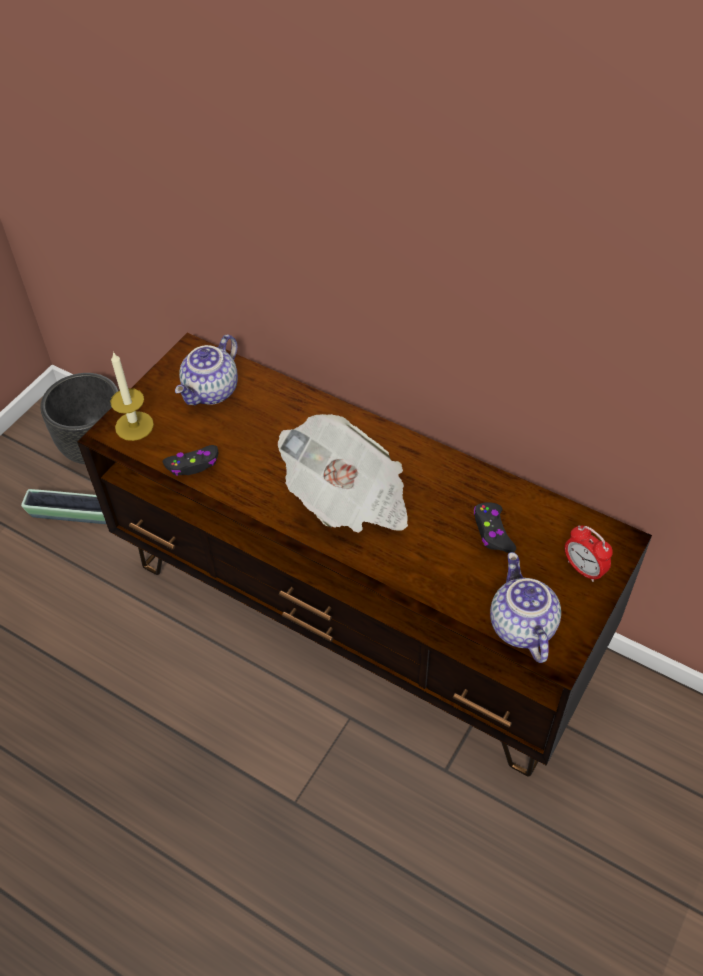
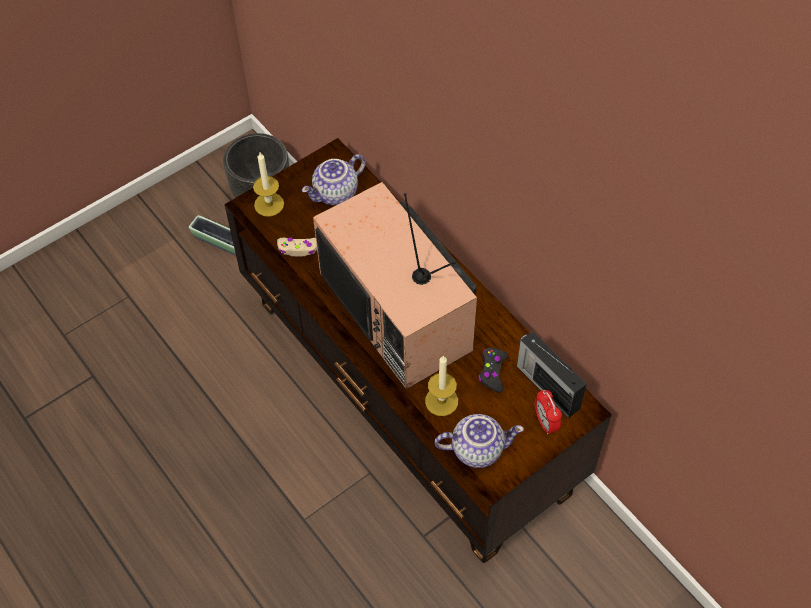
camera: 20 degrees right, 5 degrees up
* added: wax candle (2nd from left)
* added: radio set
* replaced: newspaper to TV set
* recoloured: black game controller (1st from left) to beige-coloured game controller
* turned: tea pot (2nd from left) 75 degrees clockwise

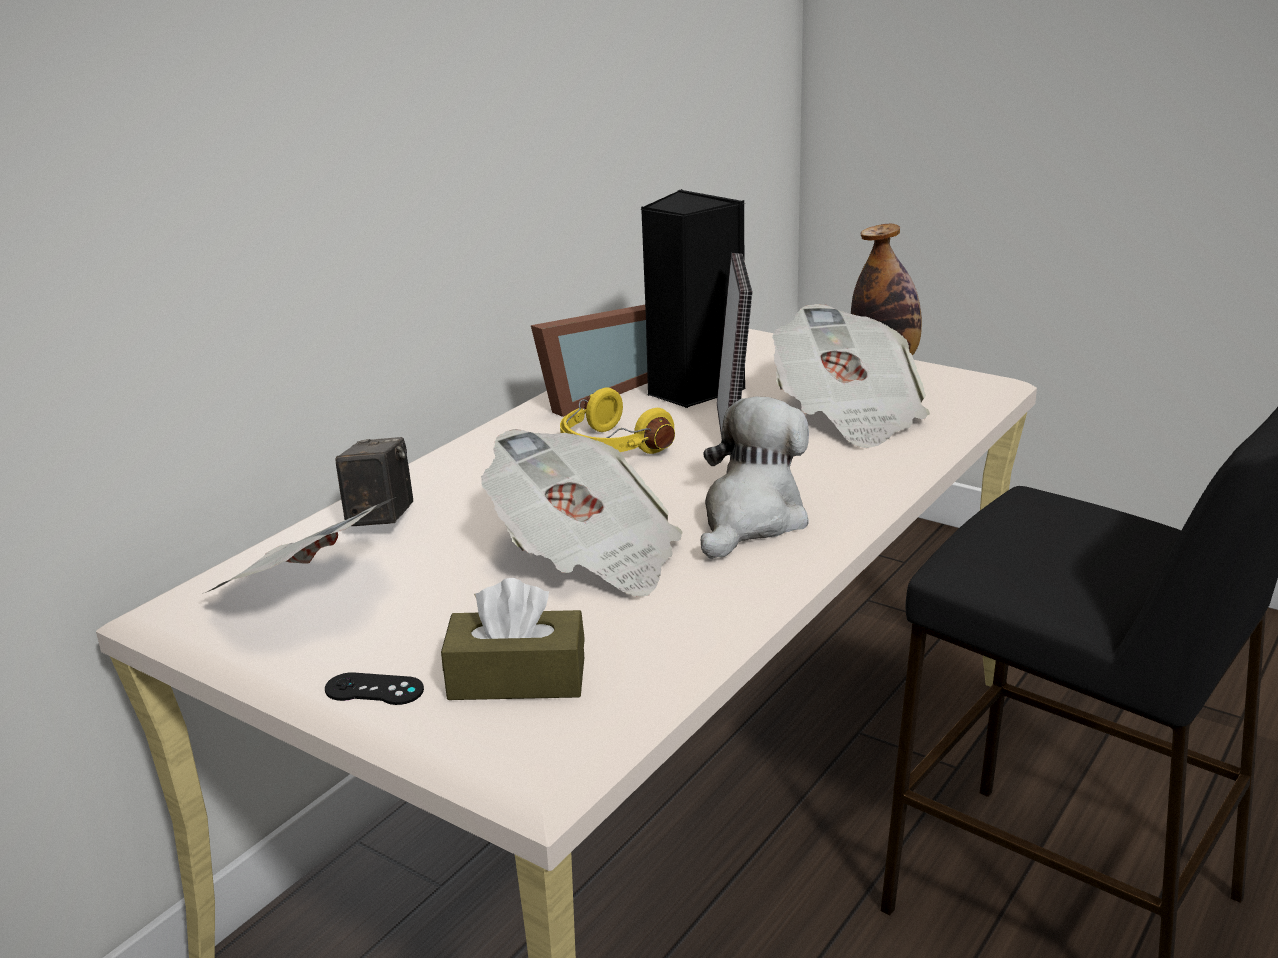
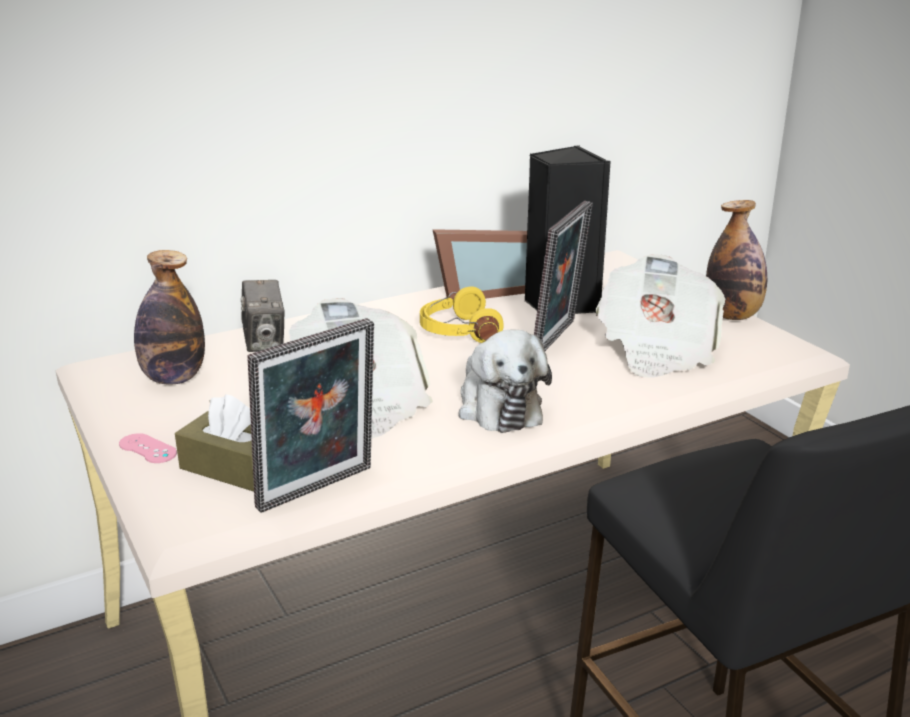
camera: 25 degrees right, 0 degrees up
* added: standing frame (1st from left)
* replaced: newspaper (1st from left) to drink bottle (1st from left)
* recoloured: black game controller to pinkish game controller
* turned: still camera 135 degrees clockwise
* turned: cuddly toy 105 degrees clockwise

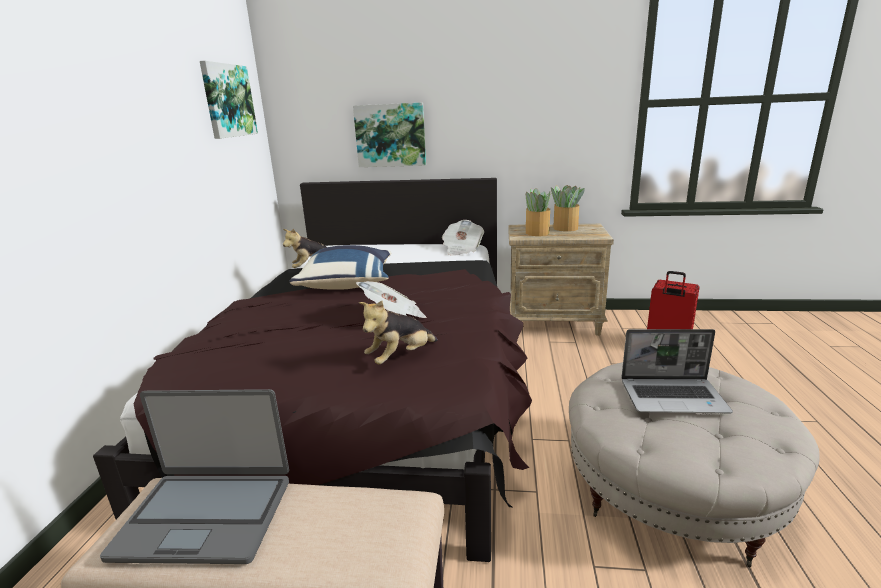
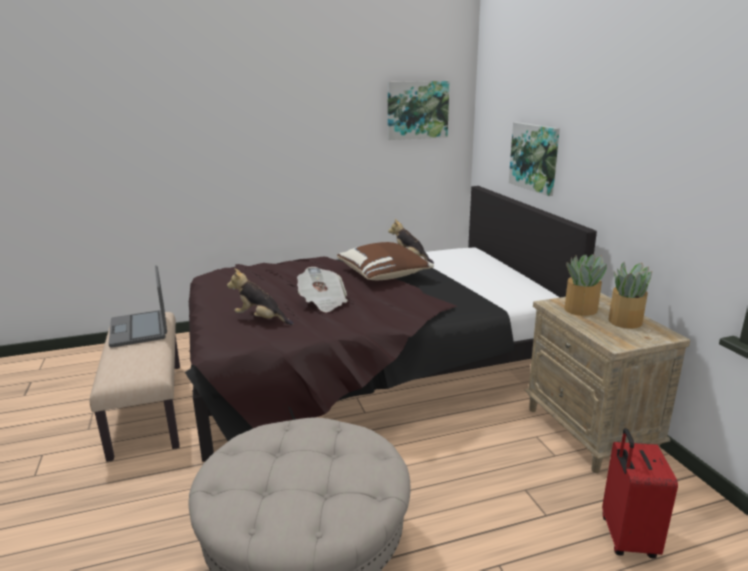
camera: 65 degrees right, 0 degrees up
* removed: newspaper (2nd from left)
* removed: laptop (2nd from left)
* recoloured: blue-coloured pillow to brownish pillow

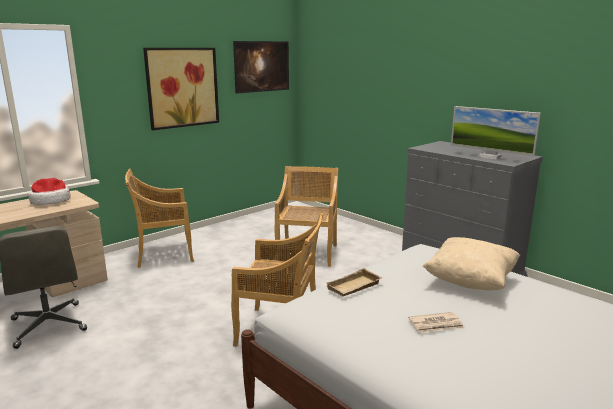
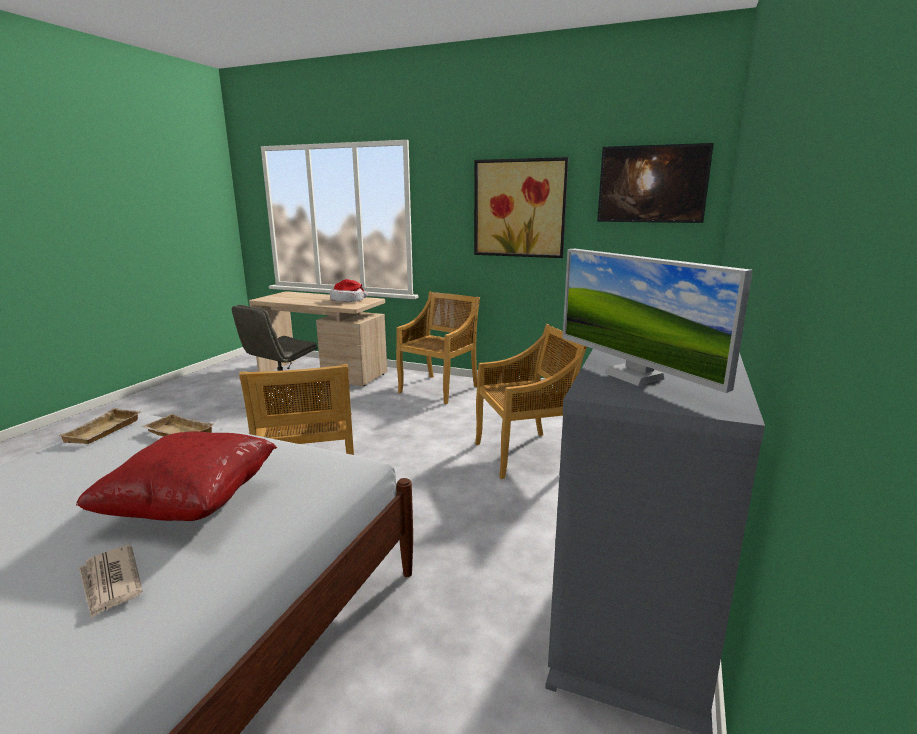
camera: 65 degrees right, 0 degrees up
* added: beige-coloured serving tray (1st from left)
* moved: newspaper
* recoloured: beige-coloured pillow to reddish pillow
* turned: beige-coloured plain chair (1st from left in the first image) 75 degrees clockwise
* turned: monitor 45 degrees counterclockwise

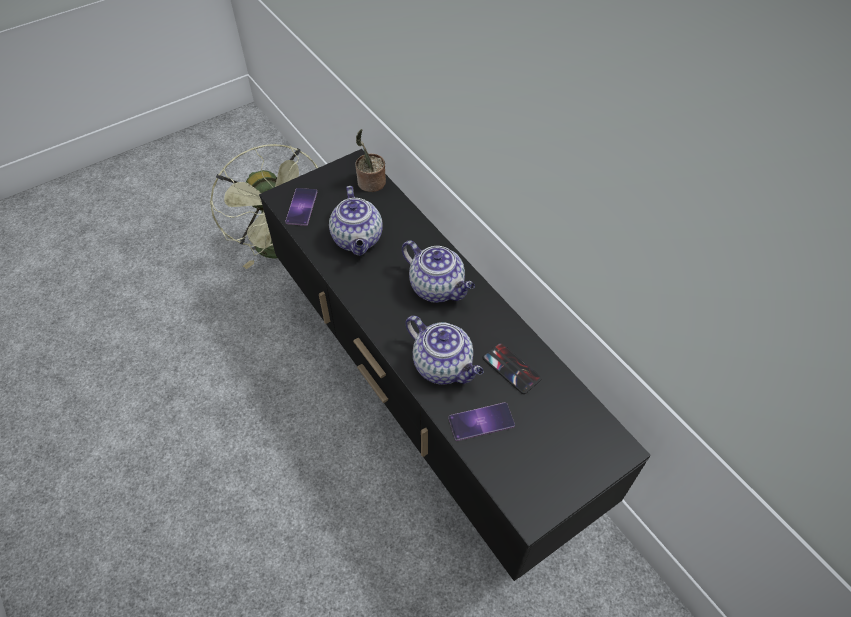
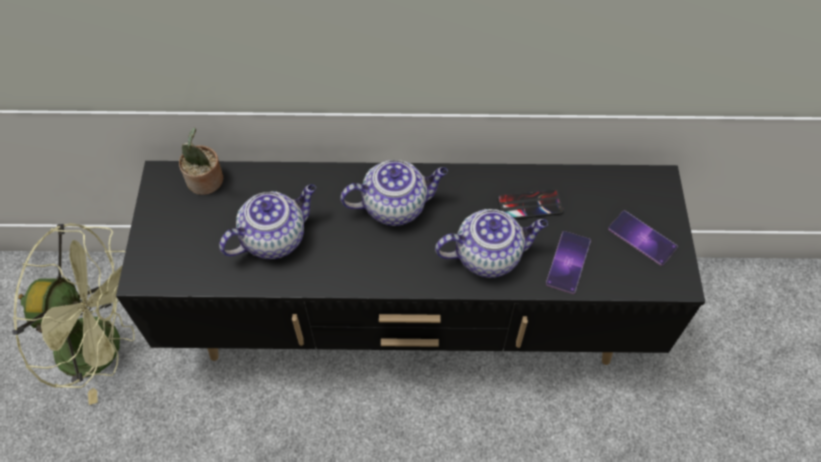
camera: 55 degrees left, 5 degrees up
* moved: phone (1st from left in the first image) to phone (3rd from left)
* turned: tea pot (1st from left) 60 degrees counterclockwise

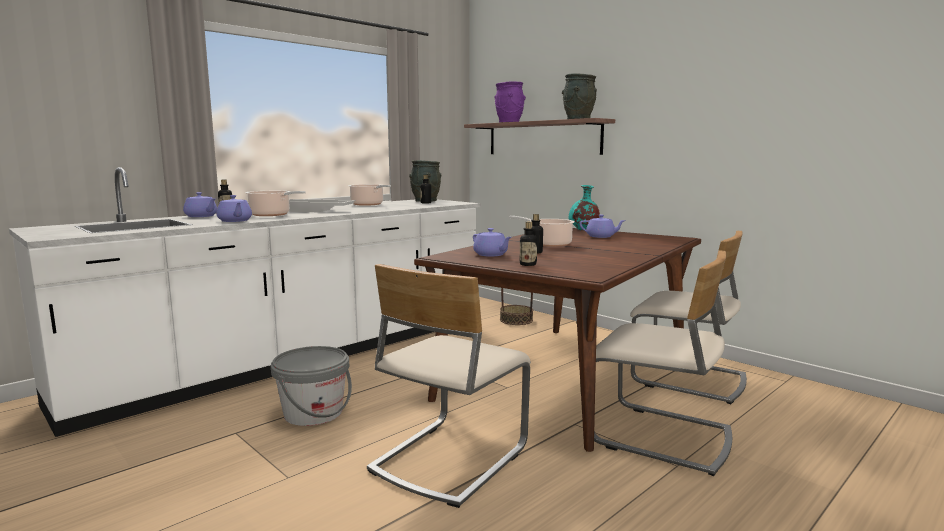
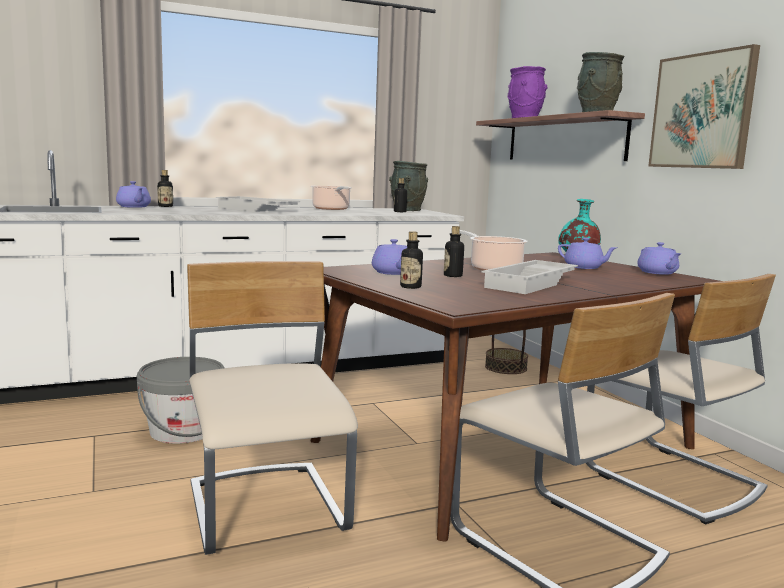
camera: 20 degrees right, 0 degrees up
* removed: cooking pot (1st from left)
* added: white serving tray (2nd from left)
* added: wall art
* moved: purple-coloured tea pot (2nd from left in the first image) to purple-coloured tea pot (4th from left)
* turned: beige-coloured plain chair (1st from left) 105 degrees clockwise

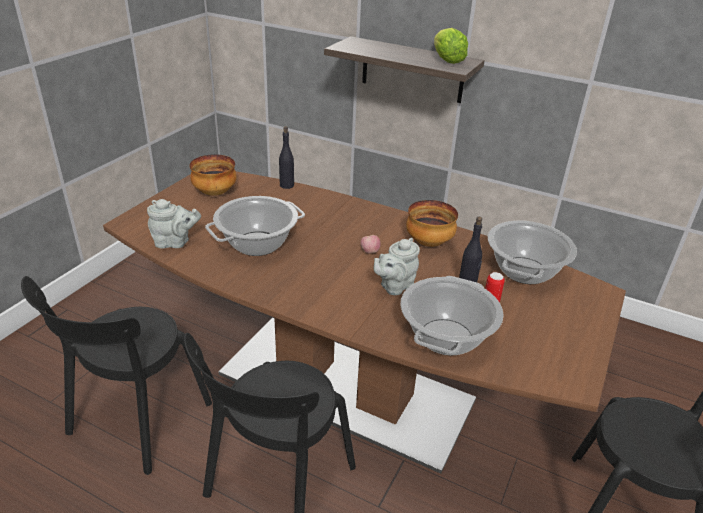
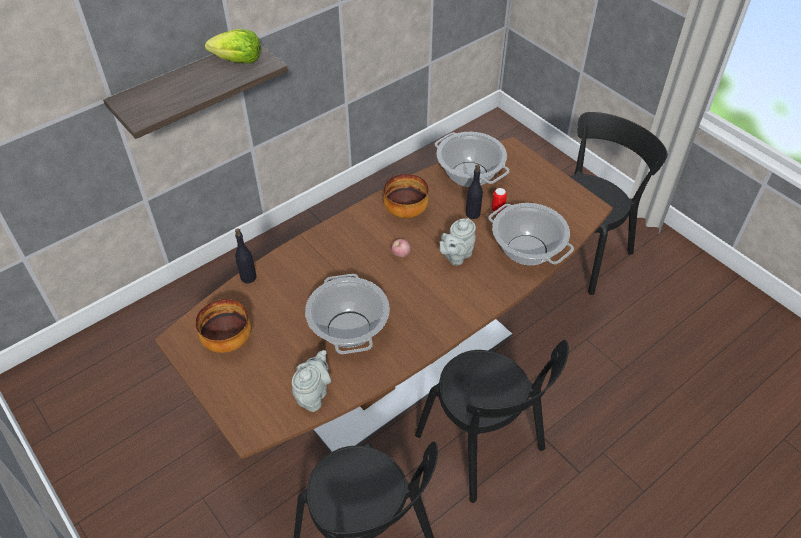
camera: 65 degrees left, 15 degrees up
* turned: gray tea pot (2nd from left) 60 degrees clockwise

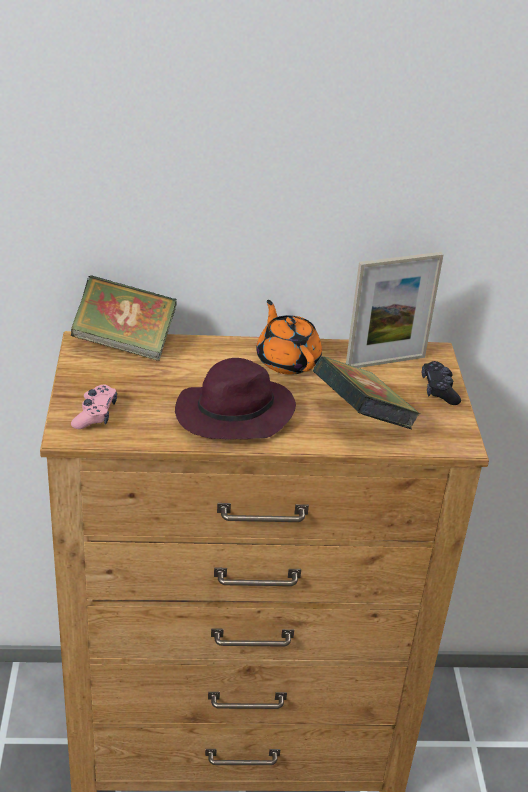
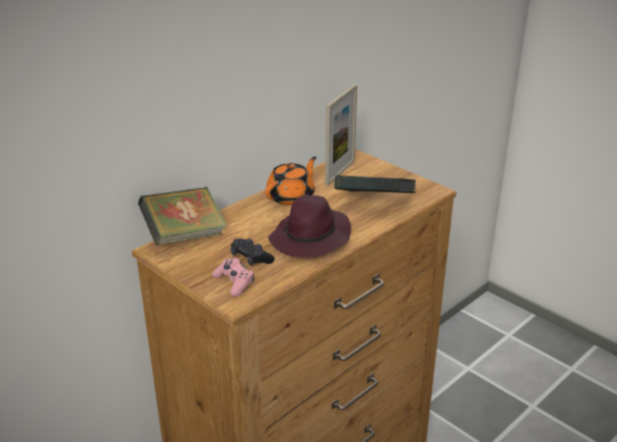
camera: 40 degrees left, 5 degrees down
* moved: black game controller
* turned: orangey tea pot 105 degrees clockwise

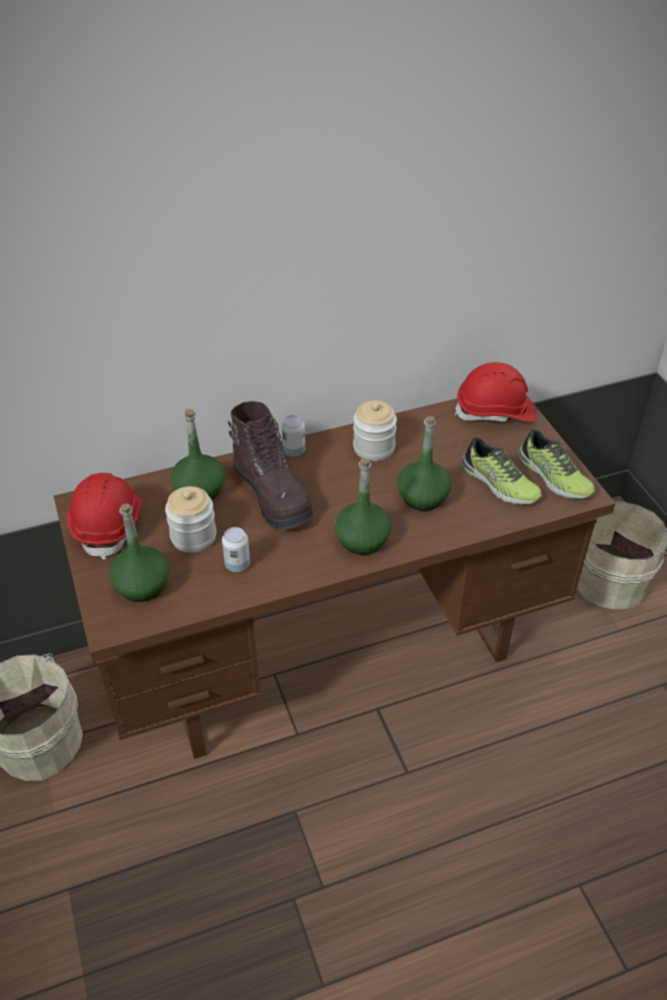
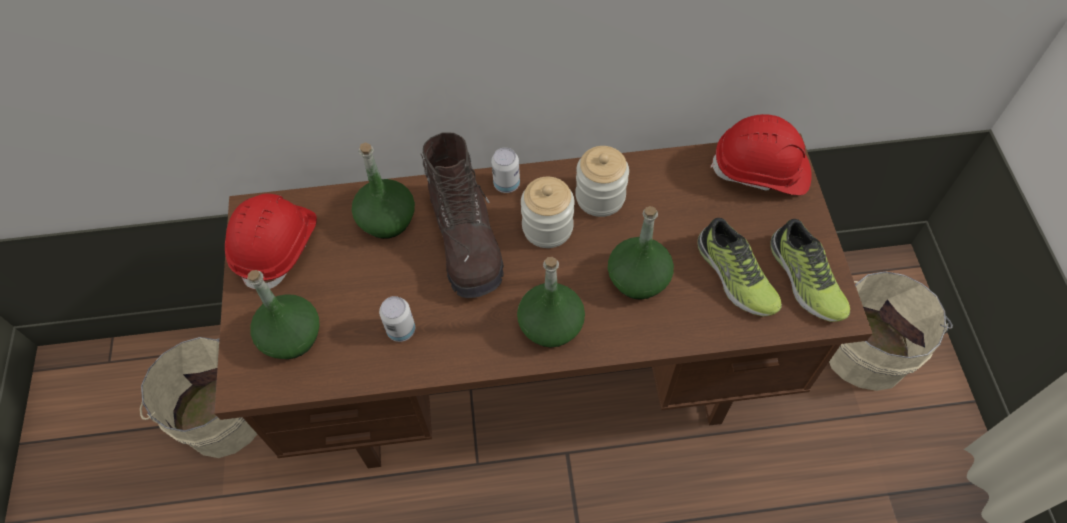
camera: 15 degrees right, 15 degrees up
* moved: storage jar (1st from left)

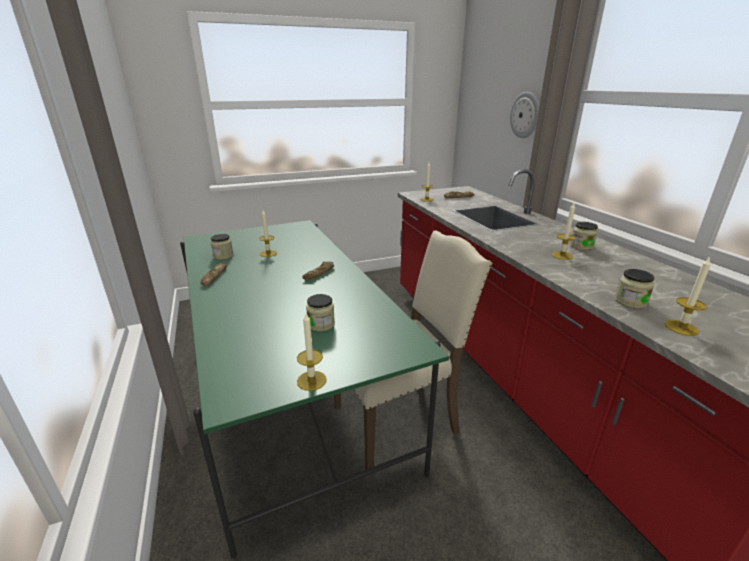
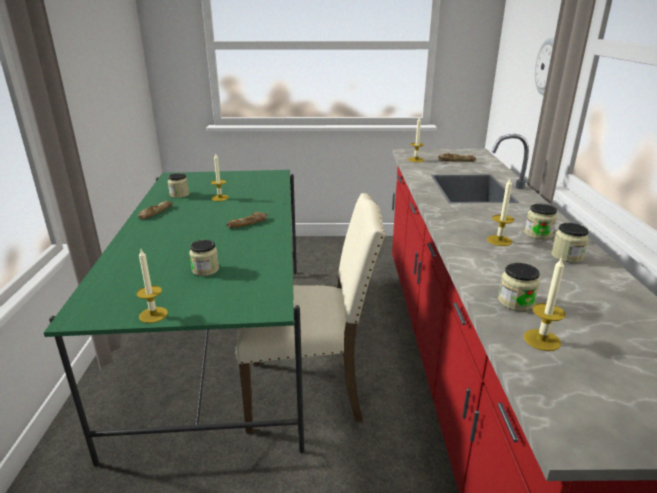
camera: 20 degrees right, 0 degrees up
* added: storage jar (5th from left)

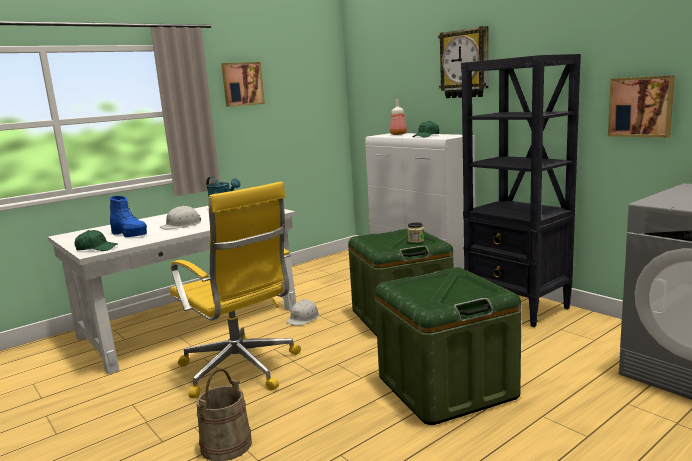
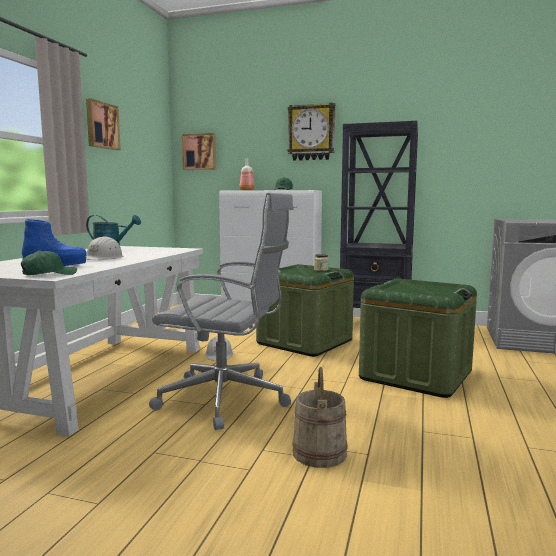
camera: 35 degrees left, 5 degrees down
* moved: wall art (2nd from left)
* recoloured: yellow-coloured desk chair to gray desk chair

